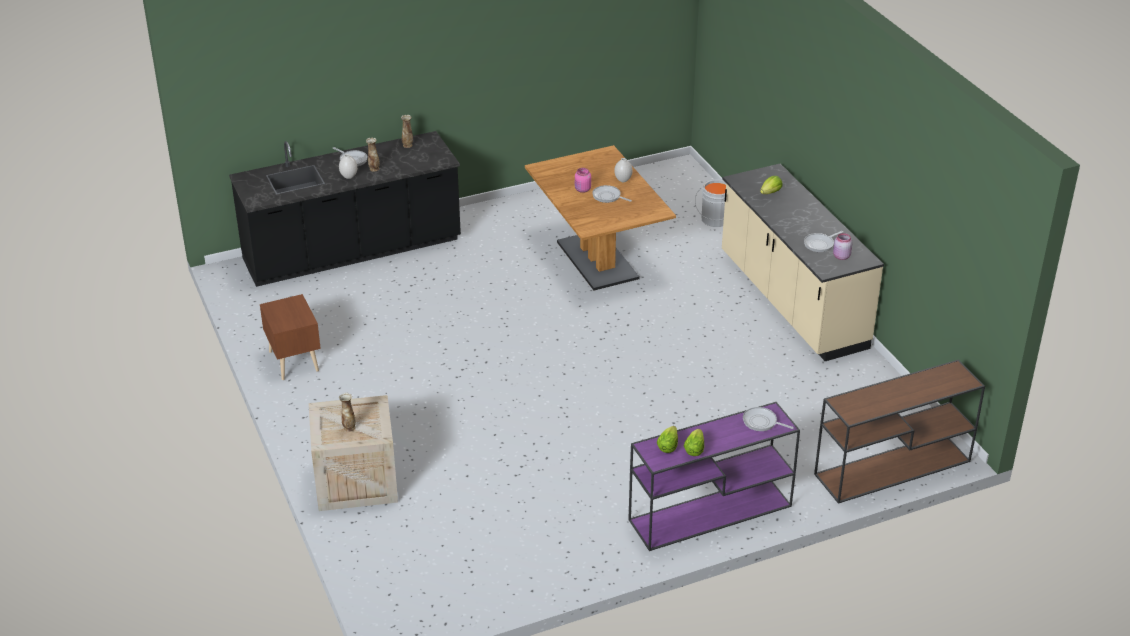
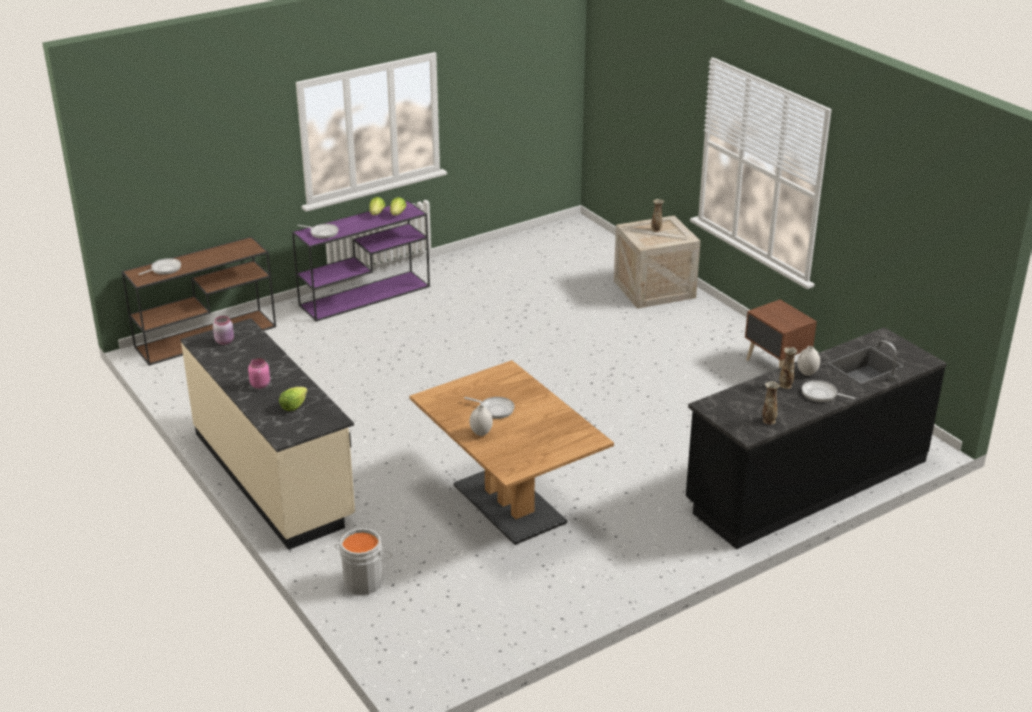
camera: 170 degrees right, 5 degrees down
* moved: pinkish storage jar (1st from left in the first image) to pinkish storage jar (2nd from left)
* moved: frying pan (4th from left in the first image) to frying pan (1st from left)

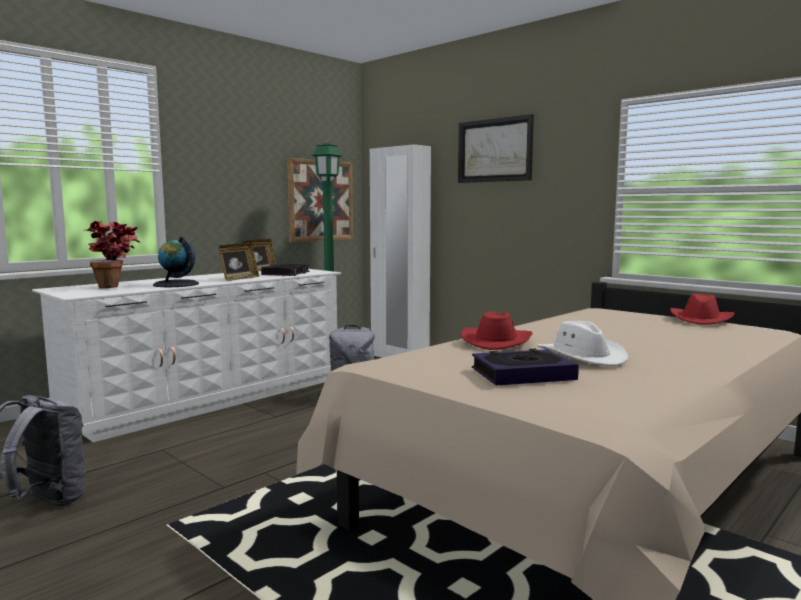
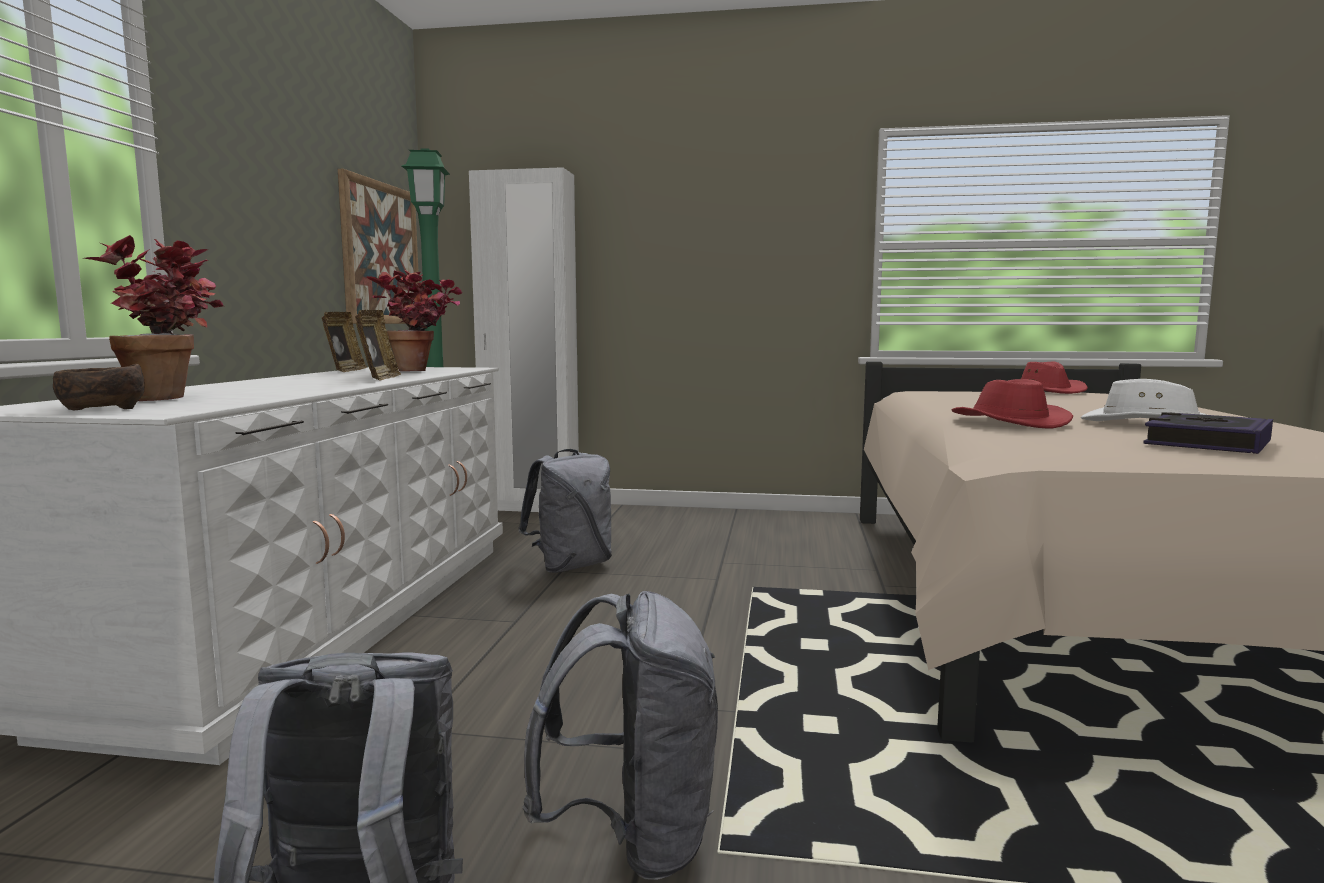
camera: 35 degrees left, 0 degrees up
* removed: globe
* removed: wall art (2nd from left)
* added: brownish deep dish
* added: gray knapsack (3rd from left)
* replaced: book (1st from left) to plant in a pot (2nd from left)

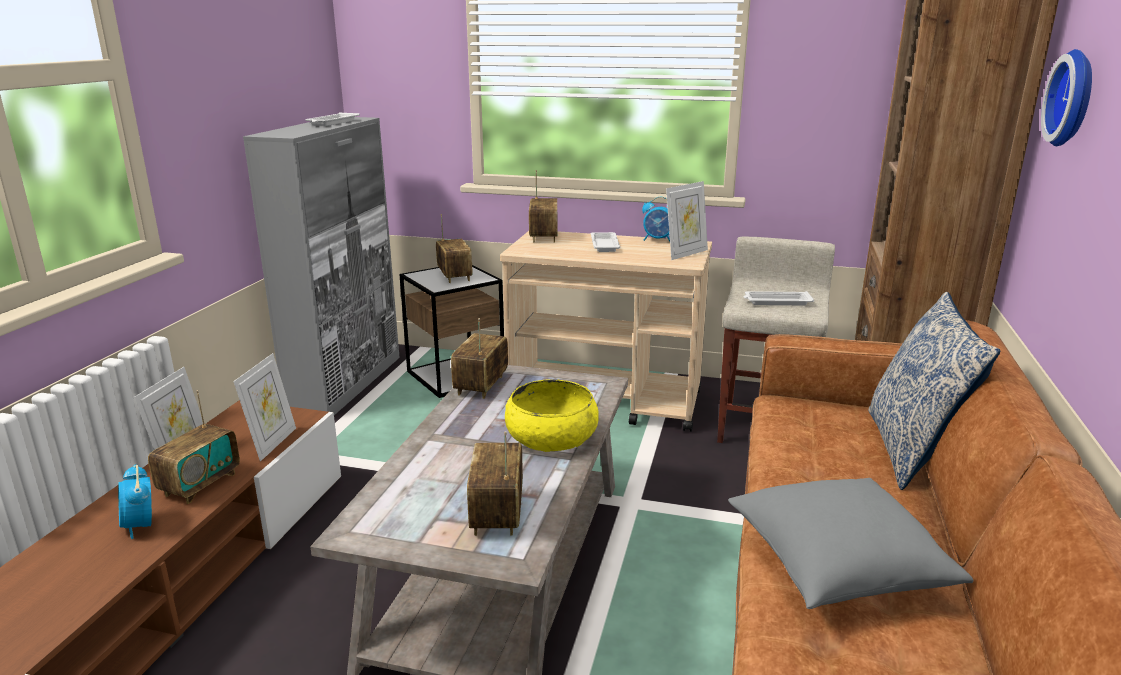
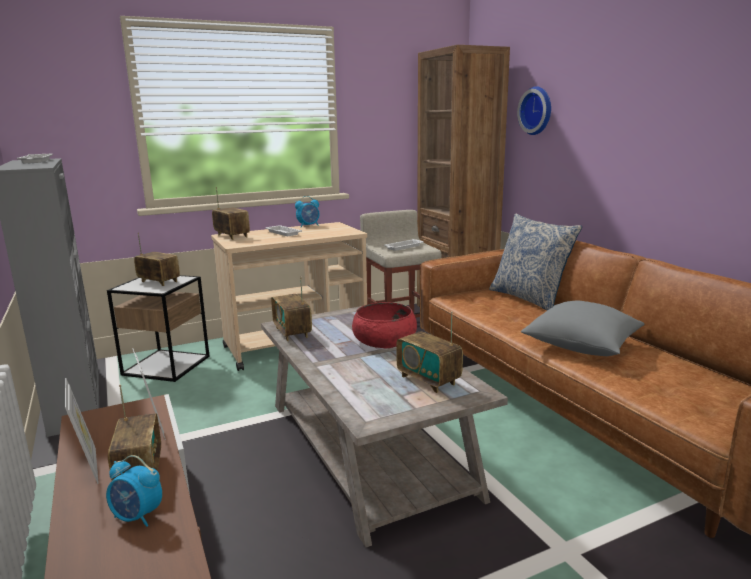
camera: 40 degrees left, 5 degrees down
* removed: standing frame (3rd from left)
* recoloured: yellow-coloured deep dish to reddish deep dish

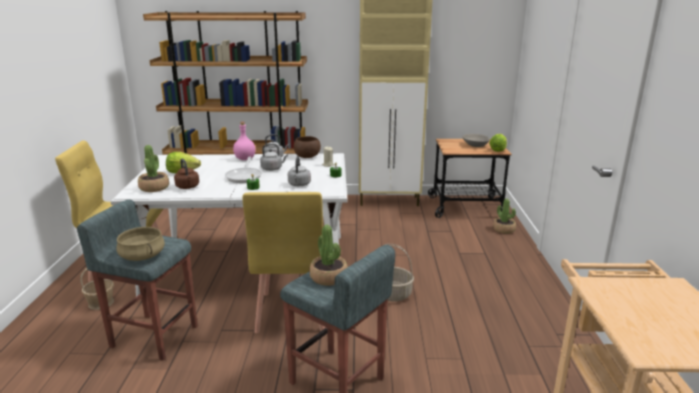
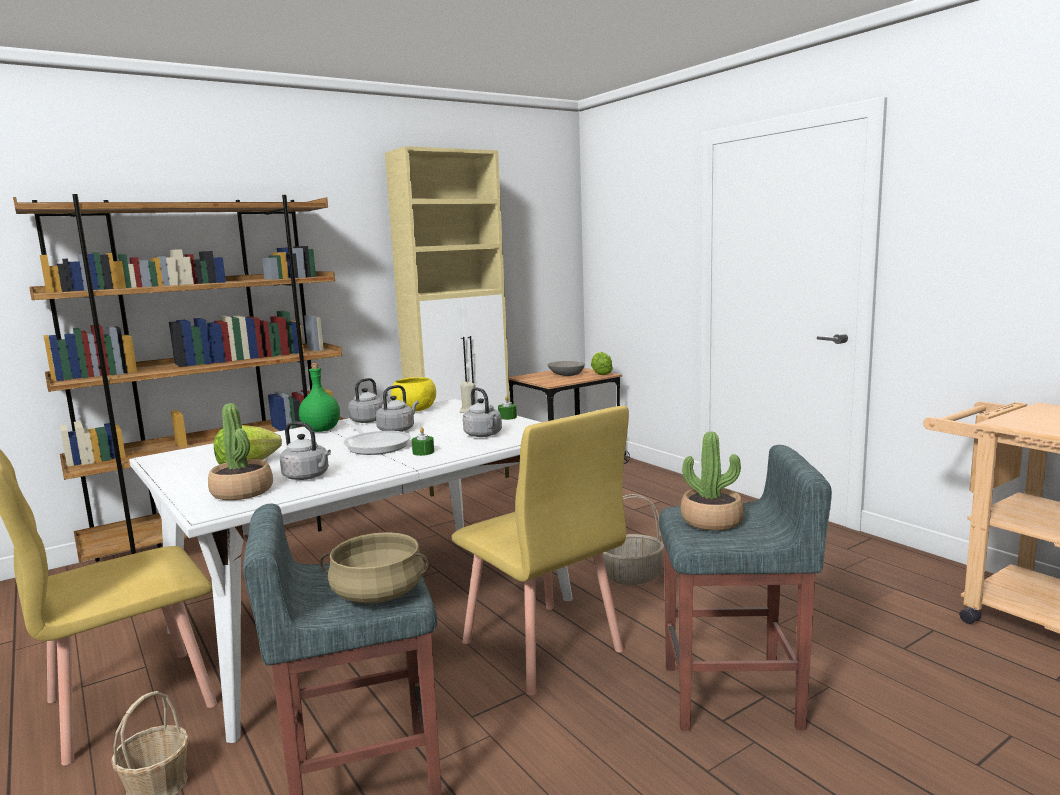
camera: 35 degrees left, 10 degrees down
* removed: plant in a pot (3rd from left)
* recoloured: brownish water kettle to gray water kettle (1st from left)
* recoloured: pinkish drink bottle to green drink bottle
* recoloured: brownish deep dish to yellow-coloured deep dish

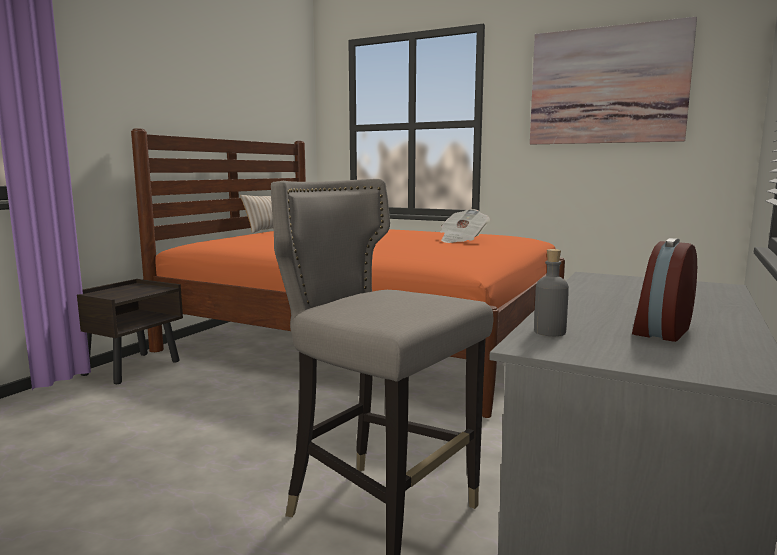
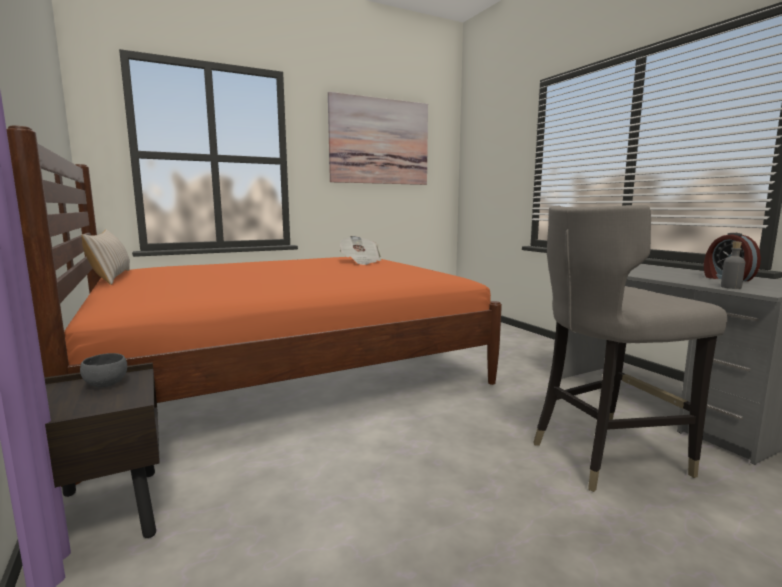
camera: 55 degrees left, 0 degrees up
* added: gray deep dish

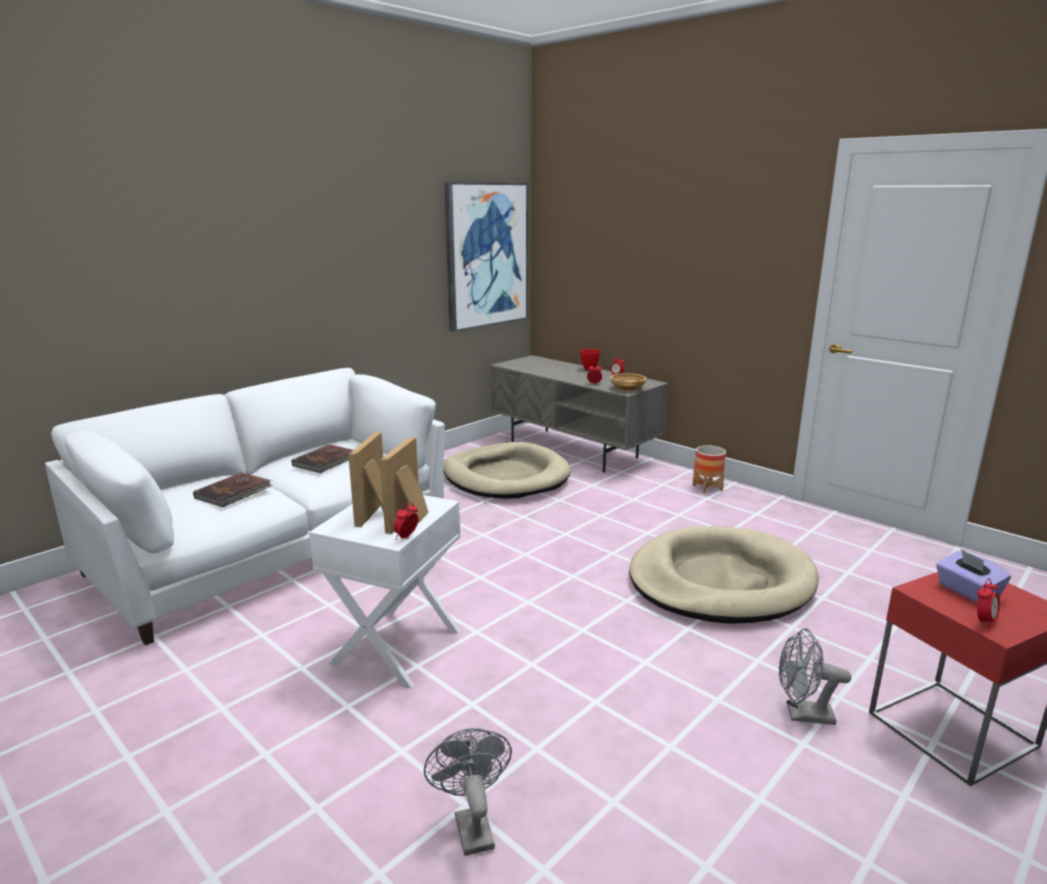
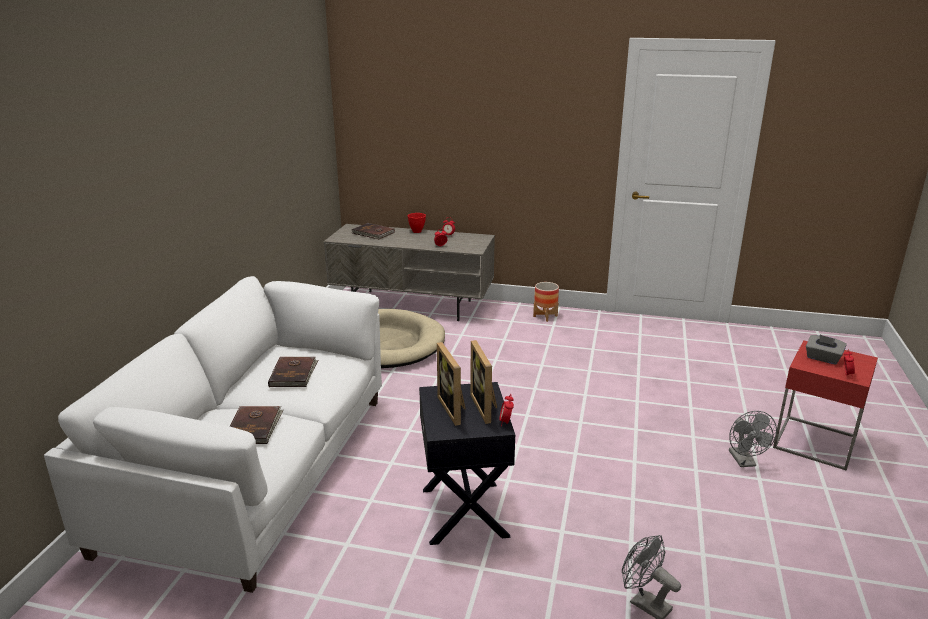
camera: 30 degrees left, 5 degrees up
* removed: wall art
* removed: beige-coloured deep dish
* removed: beige-coloured pet bed (2nd from left)
* added: brownish book (3rd from left)
* recoloured: white accent table to black accent table
* recoloured: purple-coloured tissue holder to gray tissue holder
* turned: gray fan (2nd from left) 75 degrees counterclockwise

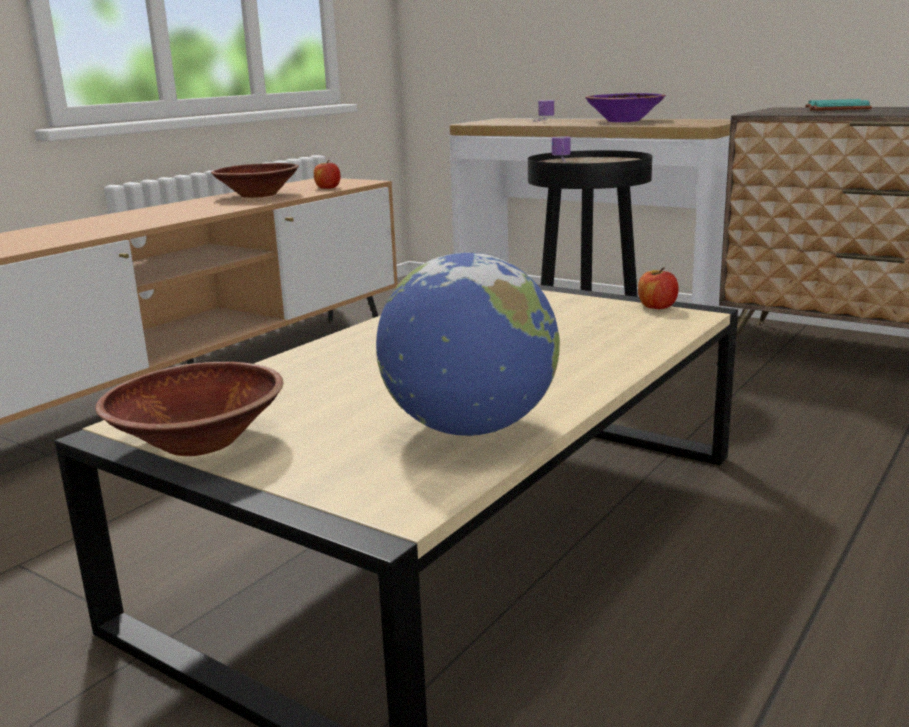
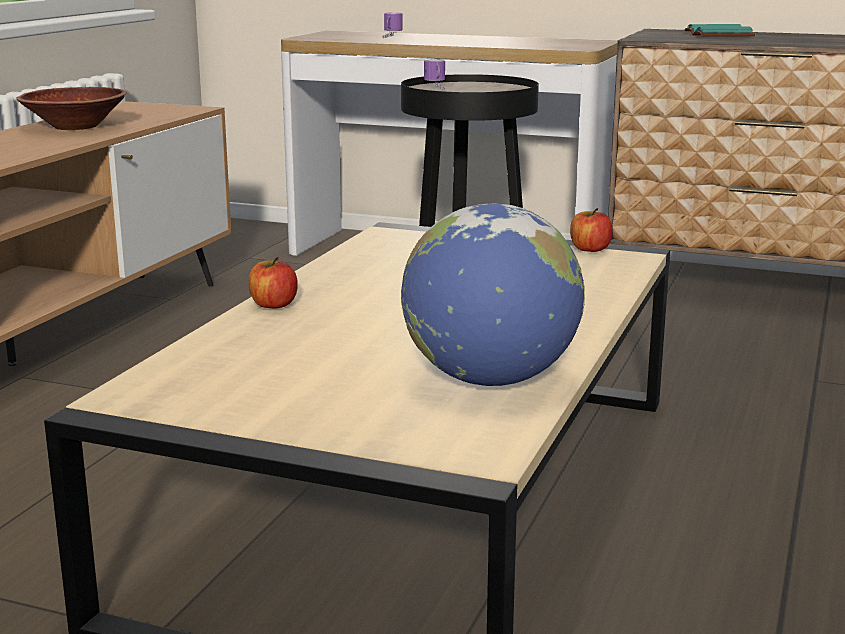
camera: 15 degrees left, 0 degrees up
* removed: brownish deep dish (1st from left)
* removed: purple-coloured deep dish
* moved: apple (1st from left)

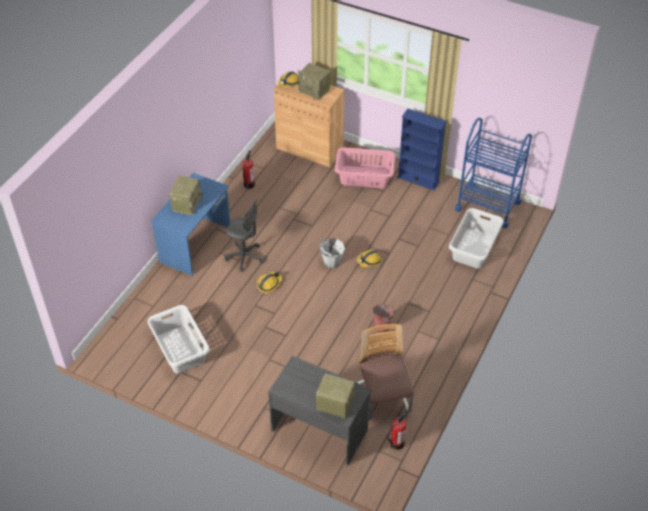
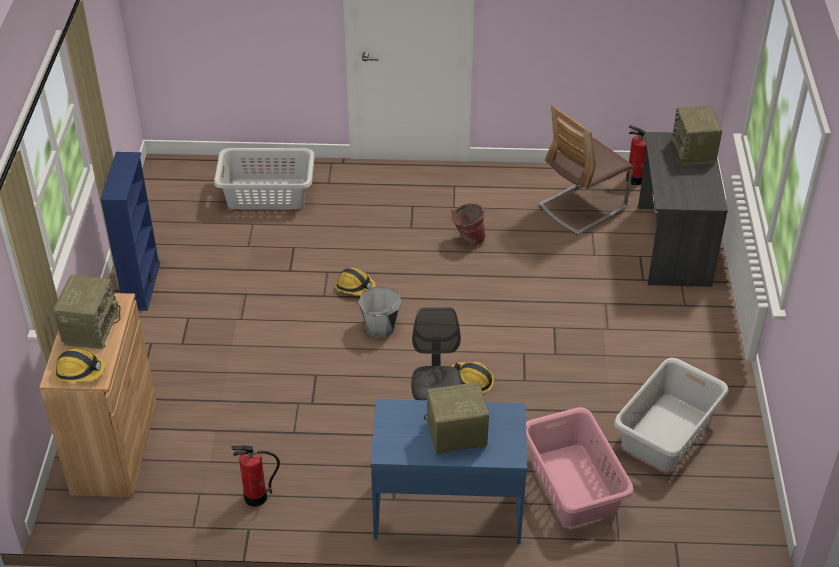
camera: 115 degrees left, 5 degrees down
* removed: blue-coloured trolley
* moved: pinkish laundry basket

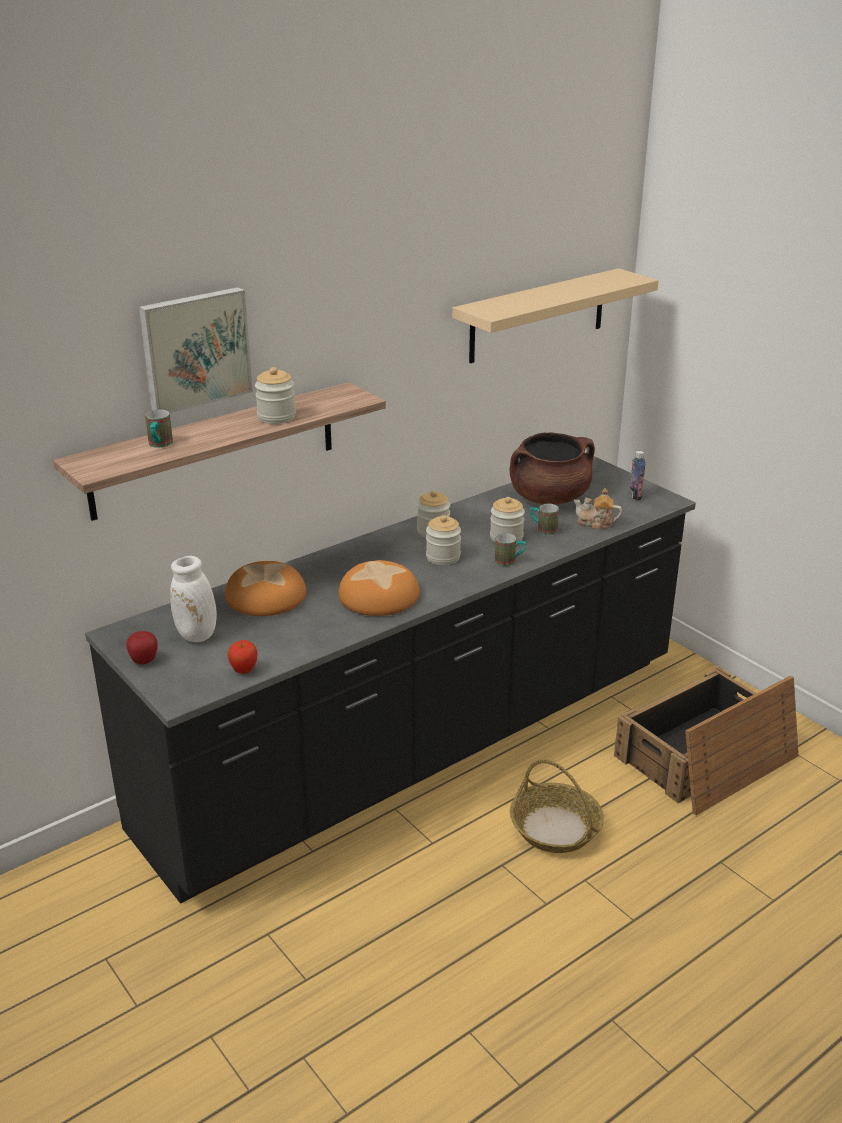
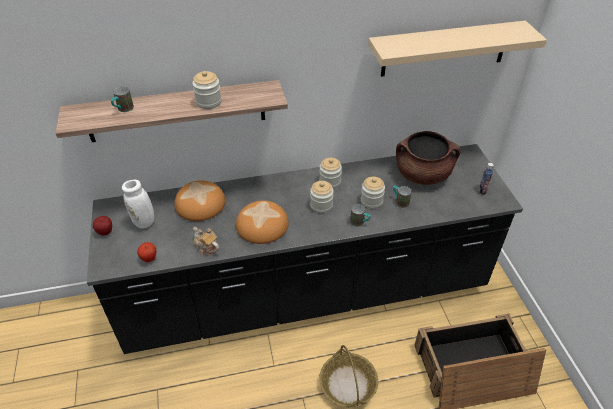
camera: 25 degrees right, 15 degrees up
* removed: wall art
* moved: tea pot

